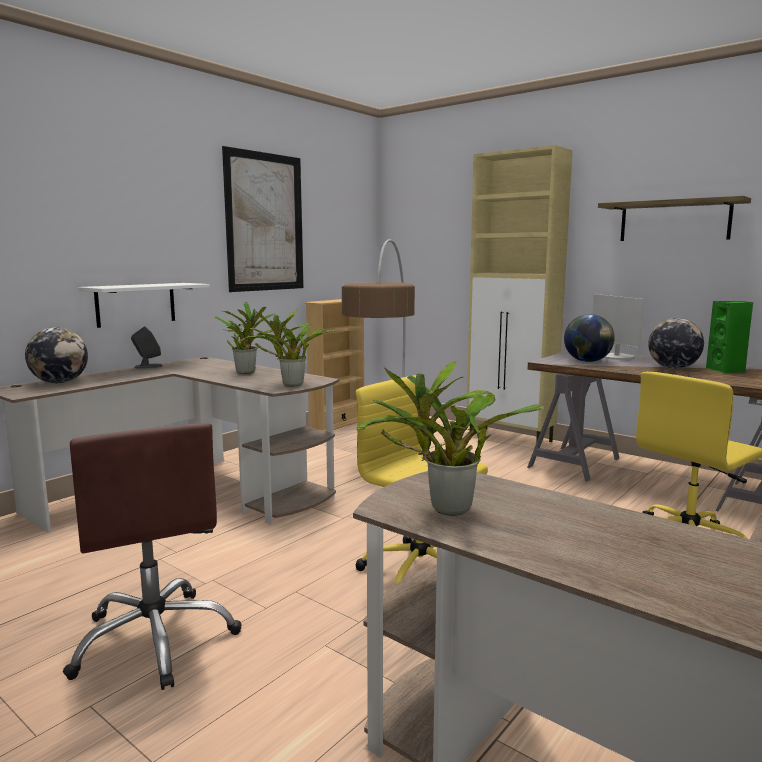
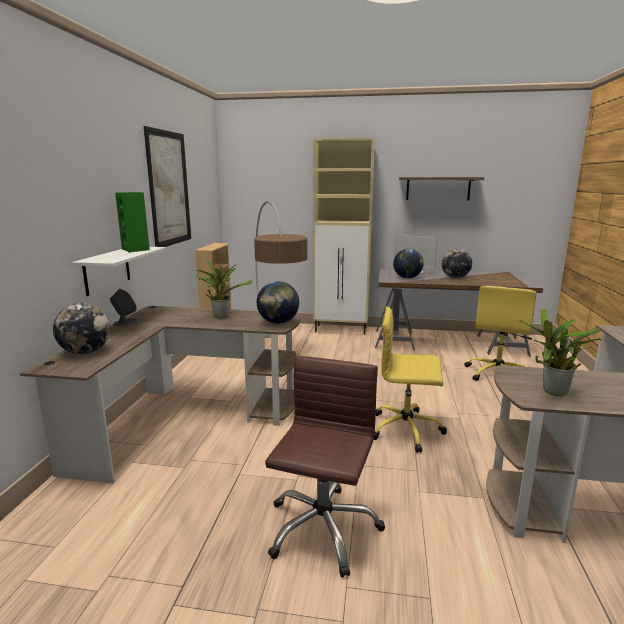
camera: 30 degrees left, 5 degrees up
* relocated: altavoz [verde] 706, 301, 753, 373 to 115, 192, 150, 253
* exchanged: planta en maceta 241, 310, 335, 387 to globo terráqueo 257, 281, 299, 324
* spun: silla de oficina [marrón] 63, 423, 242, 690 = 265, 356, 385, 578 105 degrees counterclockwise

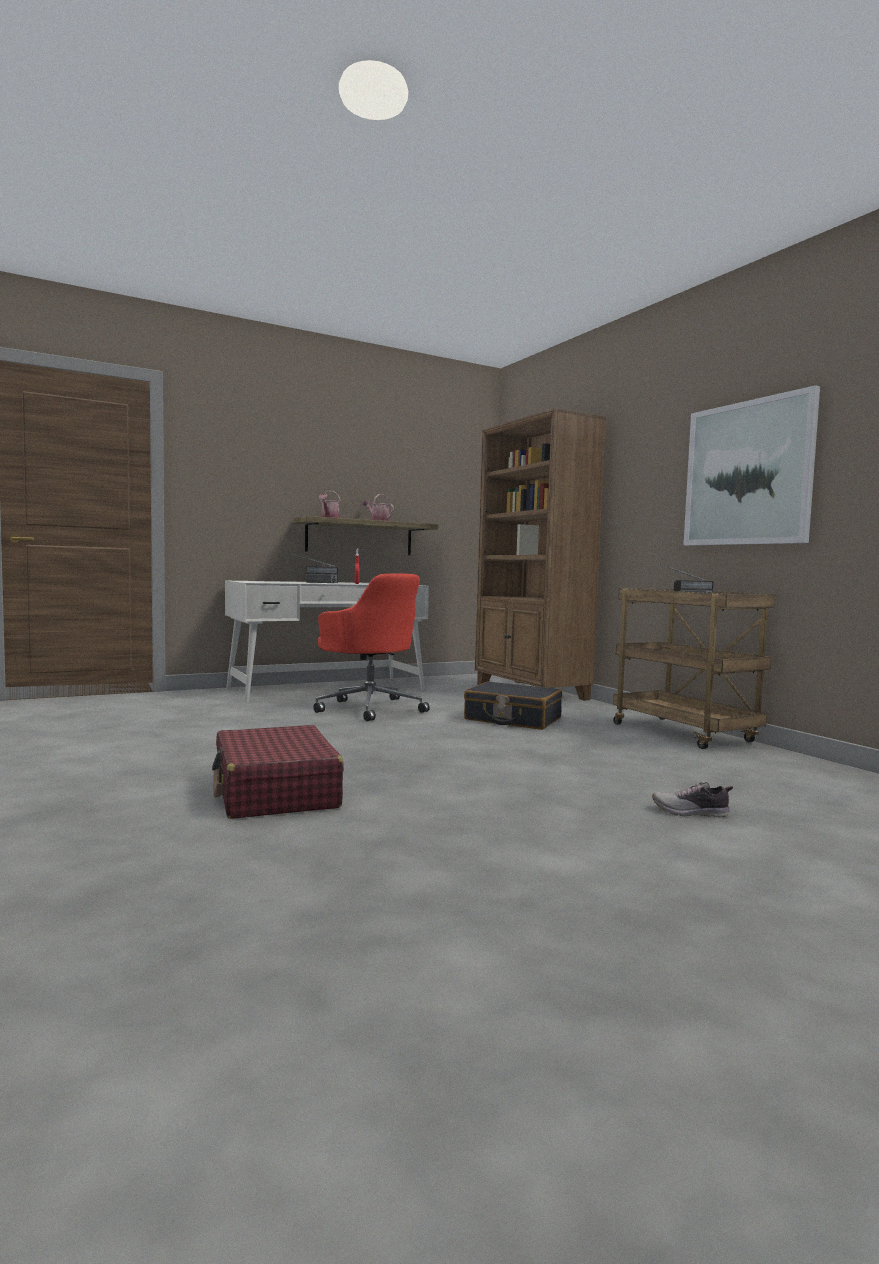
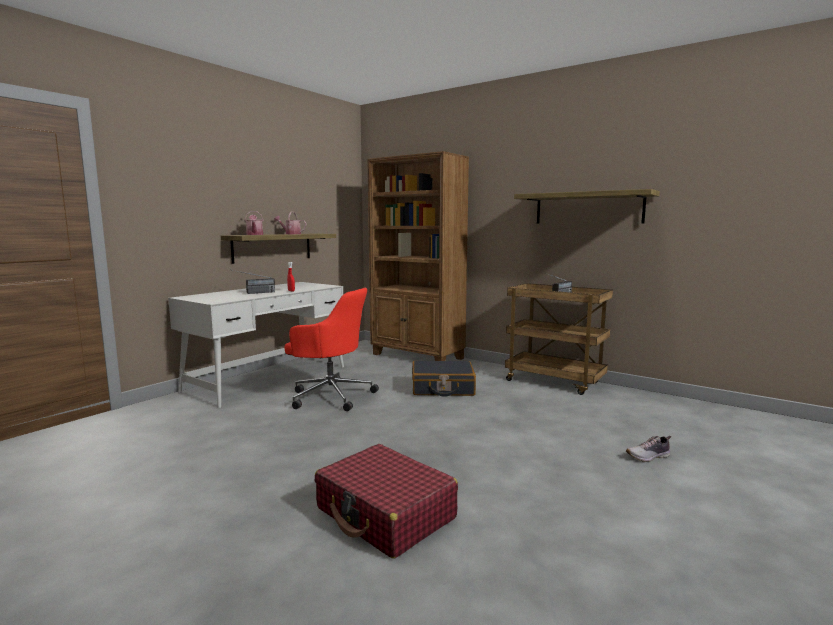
camera: 25 degrees left, 5 degrees up
* exchanged: cuadro 683, 385, 820, 546 to estante 514, 189, 660, 224

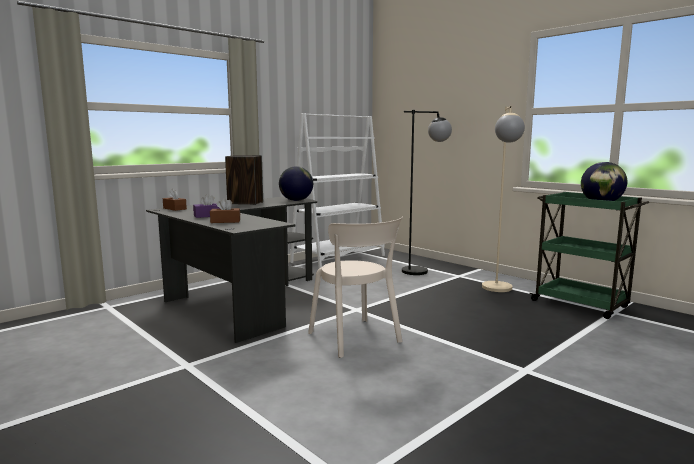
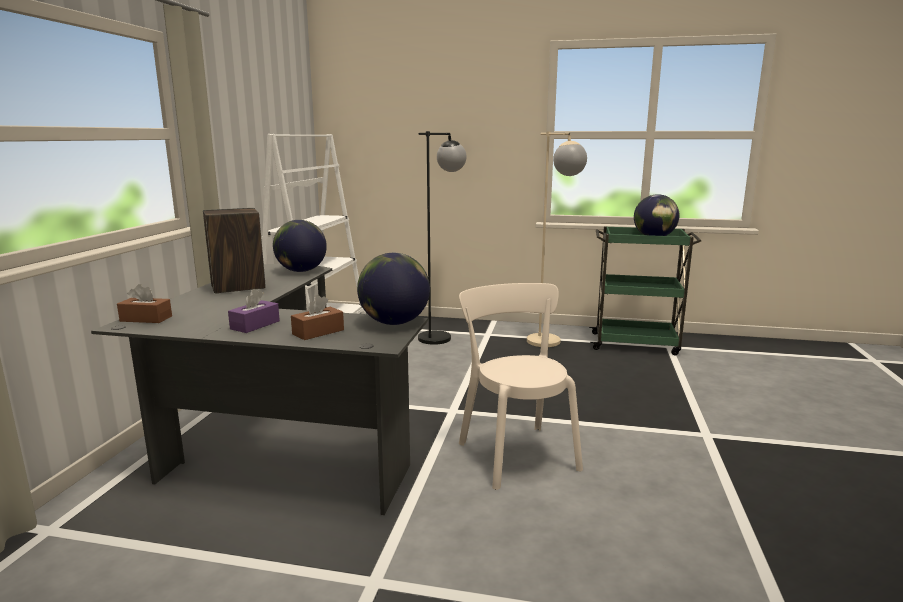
camera: 35 degrees left, 5 degrees up
* spun: silla [beis] 308, 216, 403, 358 = 459, 283, 583, 490 135 degrees counterclockwise
* appeared: globo terráqueo 357, 253, 430, 325

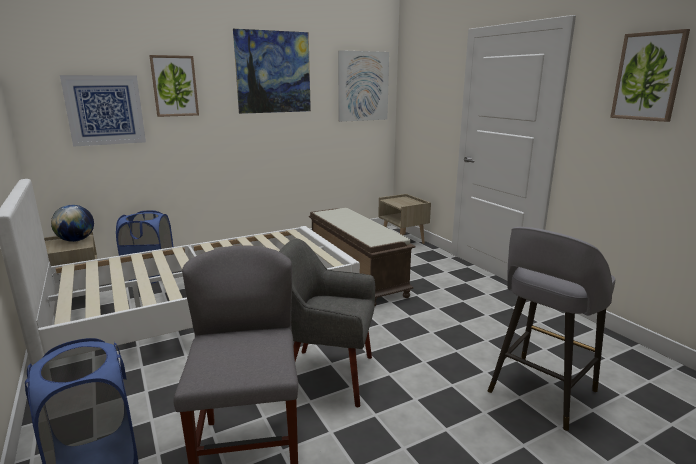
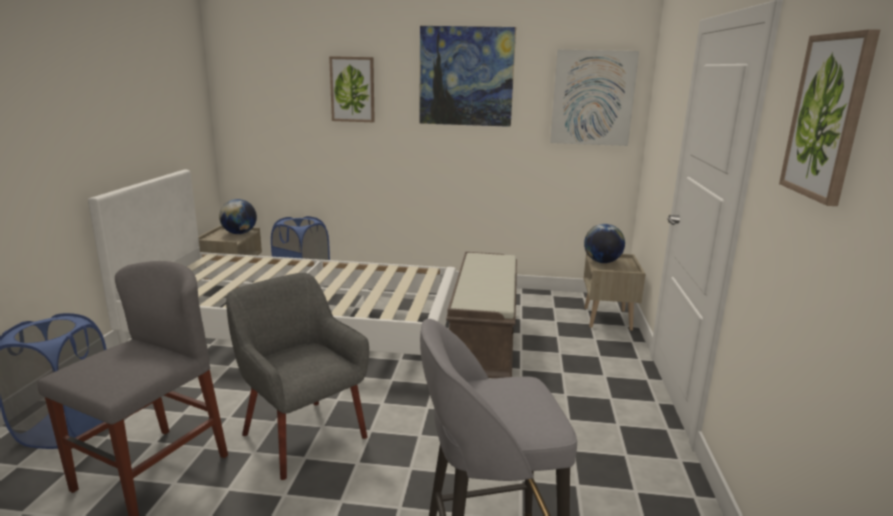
camera: 35 degrees right, 0 degrees up
* missing: cuadro 60, 75, 146, 147
* appeared: globo terráqueo 584, 224, 625, 263

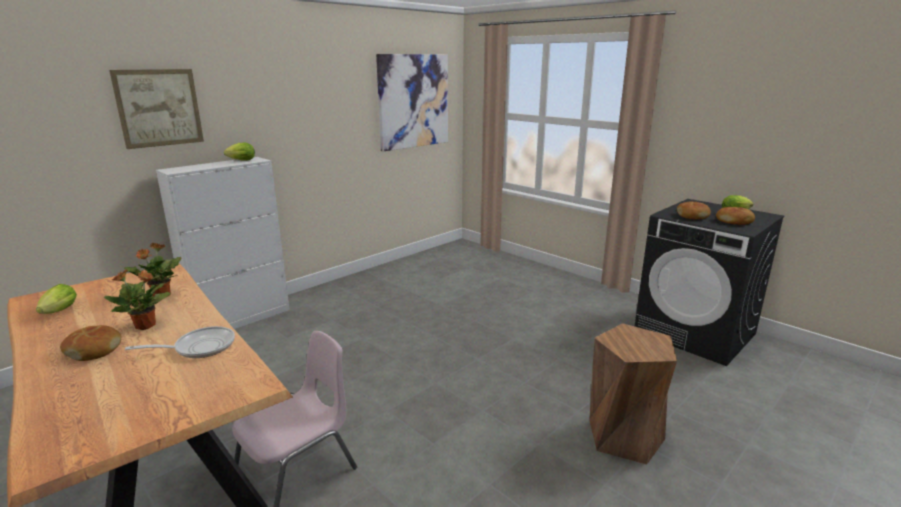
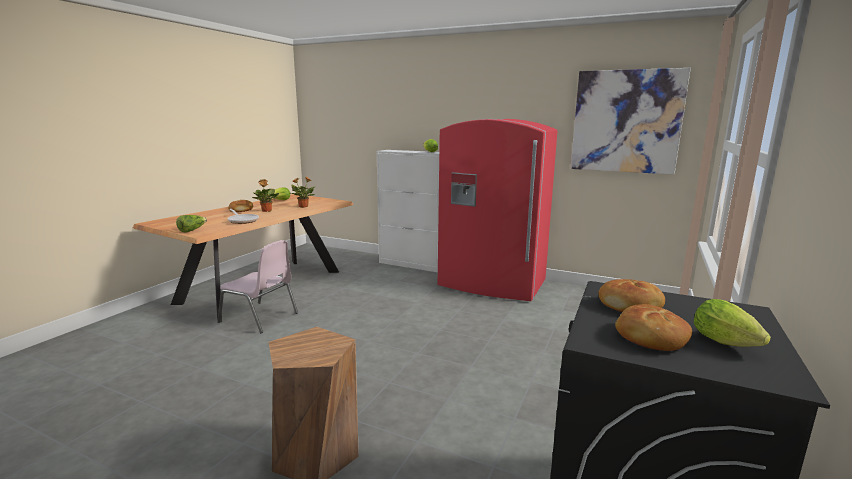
camera: 70 degrees right, 5 degrees down
* missing: cuadro 109, 69, 204, 149
* appeared: nevera [rojo] 438, 119, 558, 301
* appeared: lechuga 176, 215, 207, 233

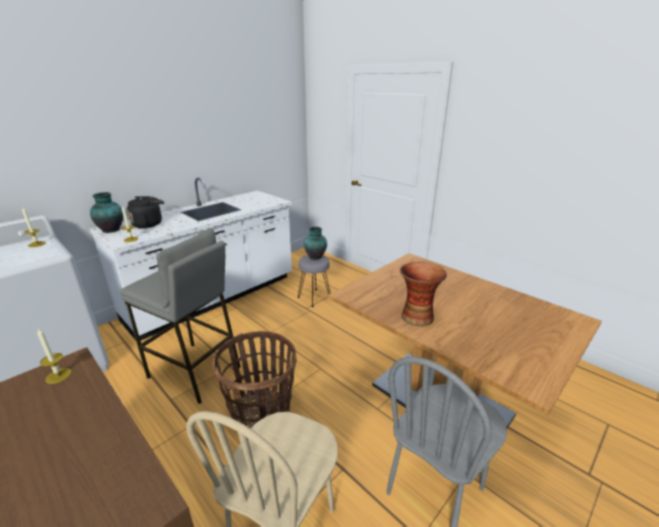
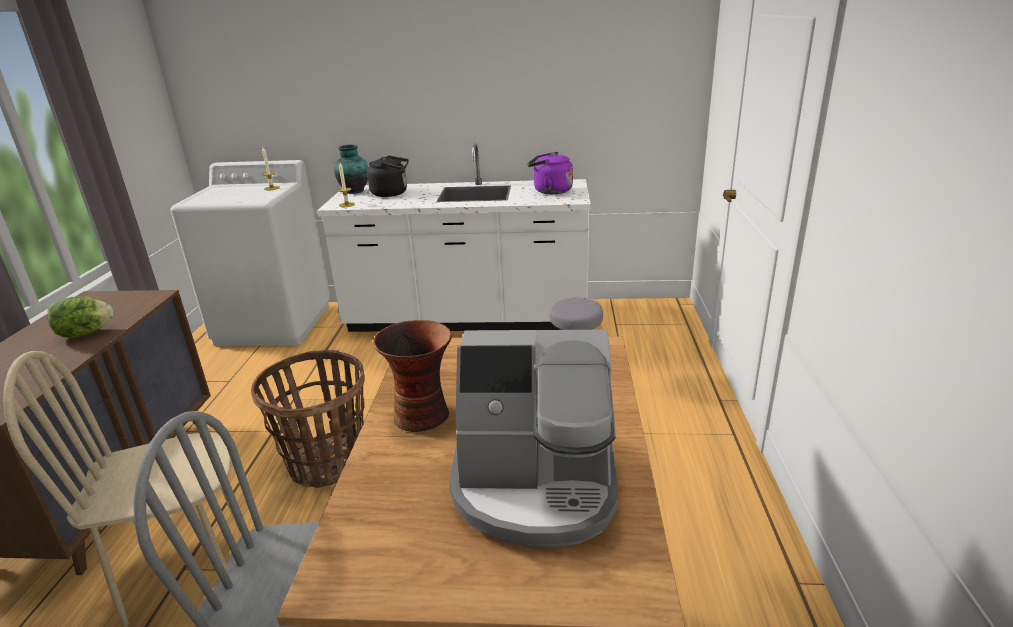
camera: 50 degrees right, 0 degrees up
* missing: florero 304, 226, 327, 260
* missing: taburete [gris] 120, 228, 241, 404
* missing: vela 37, 328, 72, 384
* appeared: hervidor [morado] 527, 152, 573, 194
* appeared: lechuga 47, 296, 114, 338
* appeared: cafetera 449, 330, 618, 547

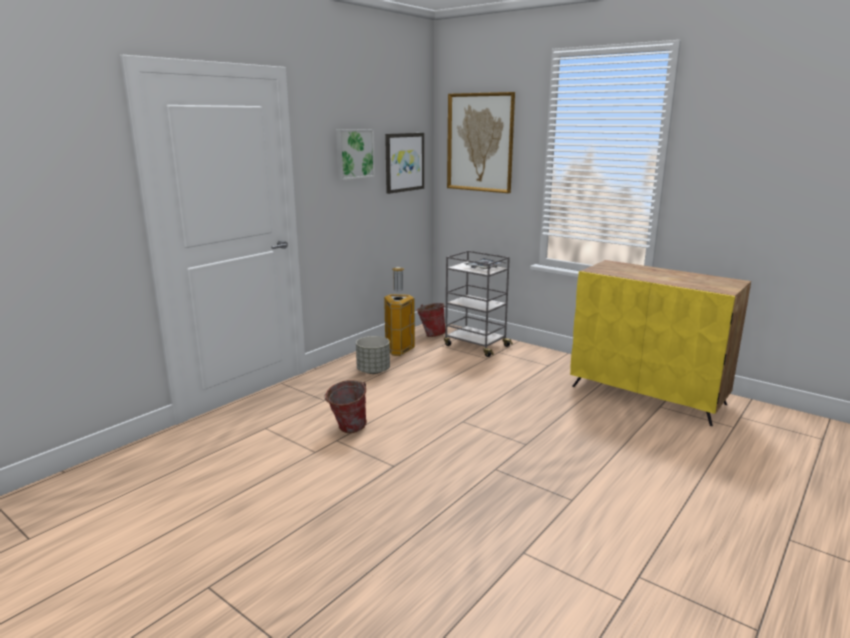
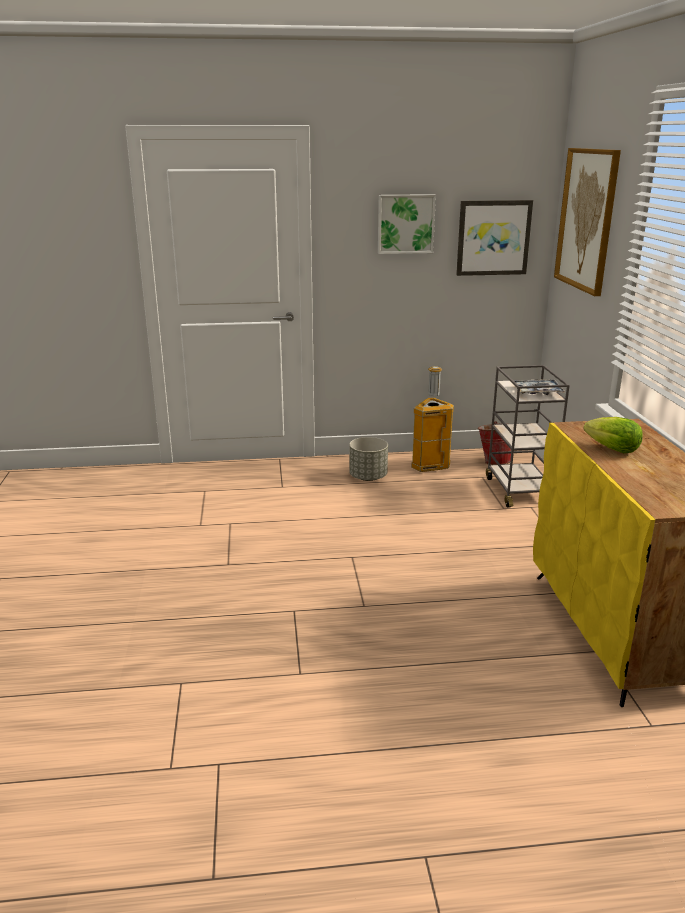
camera: 45 degrees right, 5 degrees up
* missing: cubo 324, 380, 367, 433
* appeared: lechuga 584, 417, 643, 453

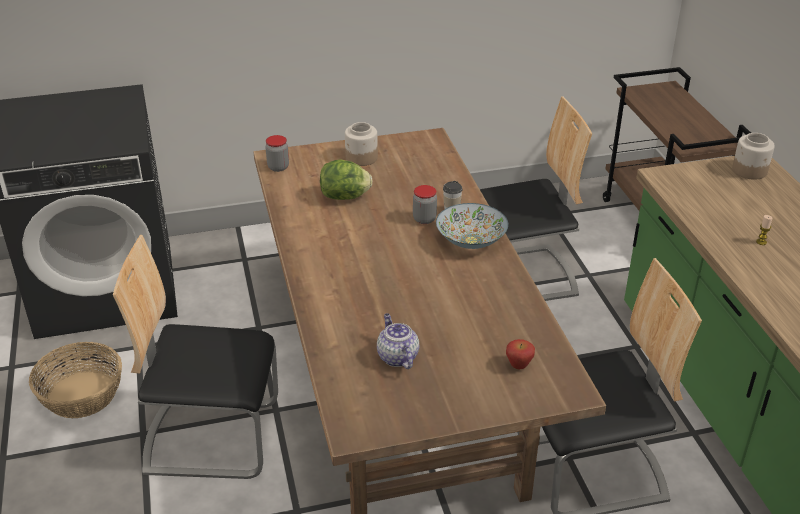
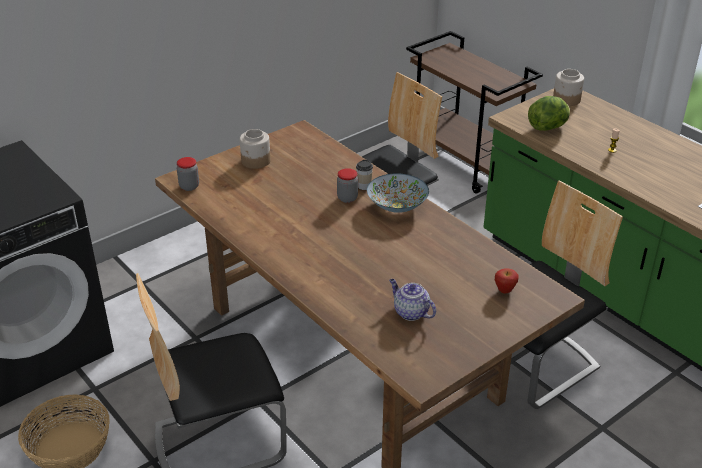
camera: 25 degrees left, 0 degrees up
* relocated: lechuga 320, 159, 372, 200 to 528, 96, 570, 131

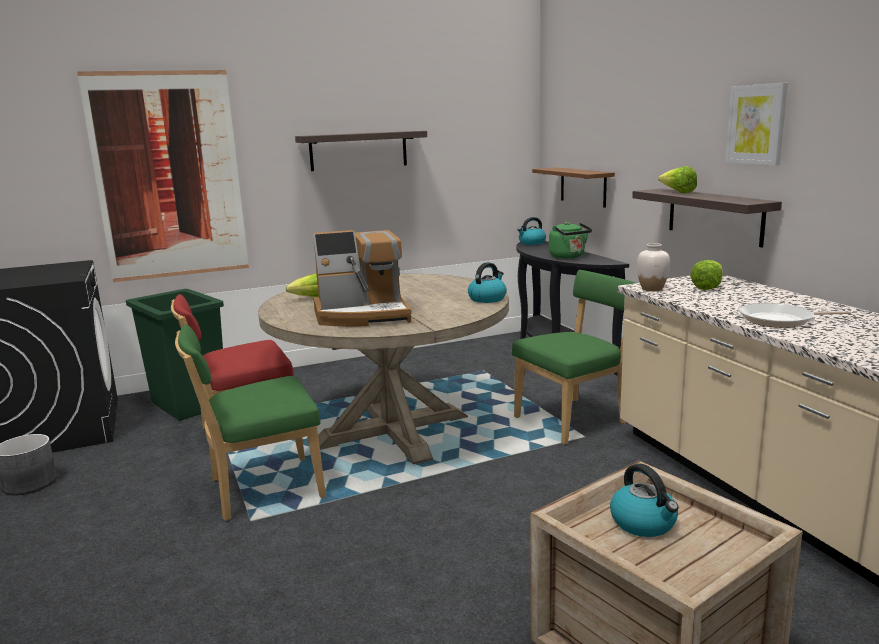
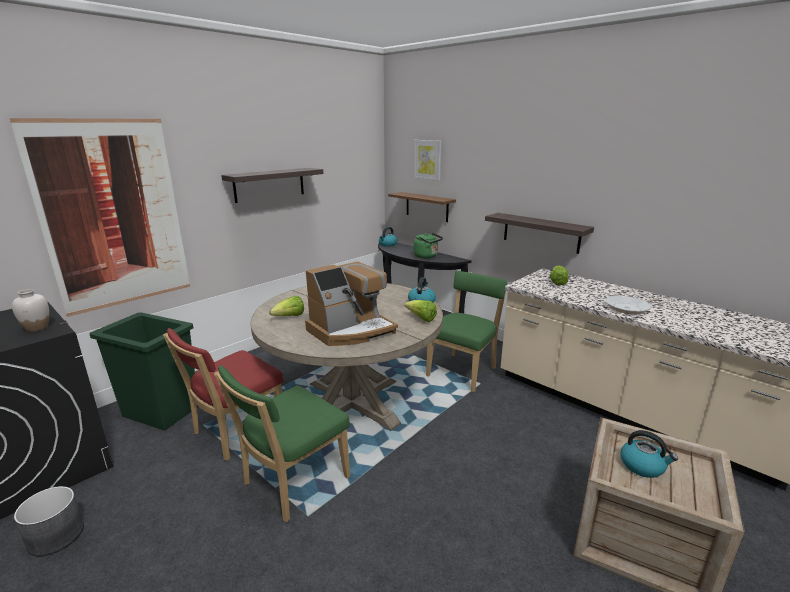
camera: 25 degrees left, 5 degrees up
* relocated: cuadro 725, 83, 788, 165 to 414, 140, 441, 181
* relocated: lechuga 658, 166, 697, 193 to 404, 300, 437, 322
* relocated: florero [blanco] 637, 243, 670, 291 to 12, 289, 49, 332

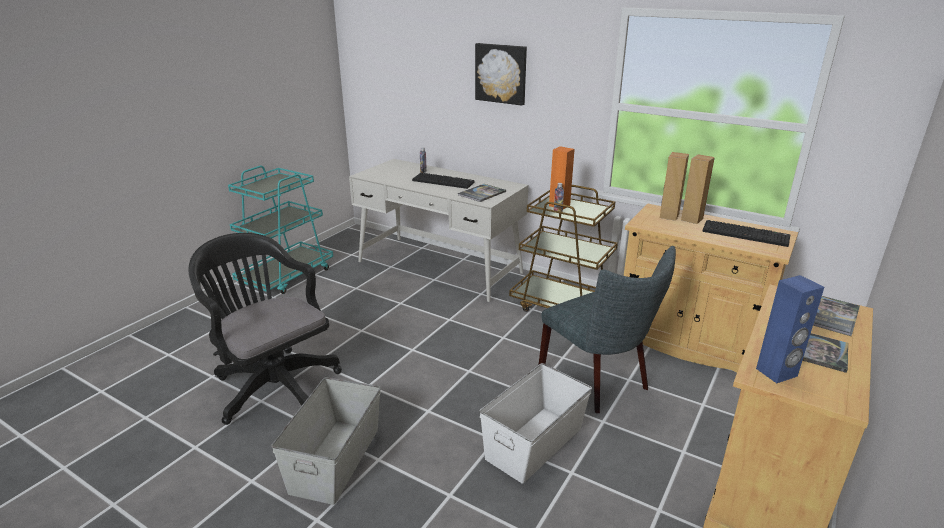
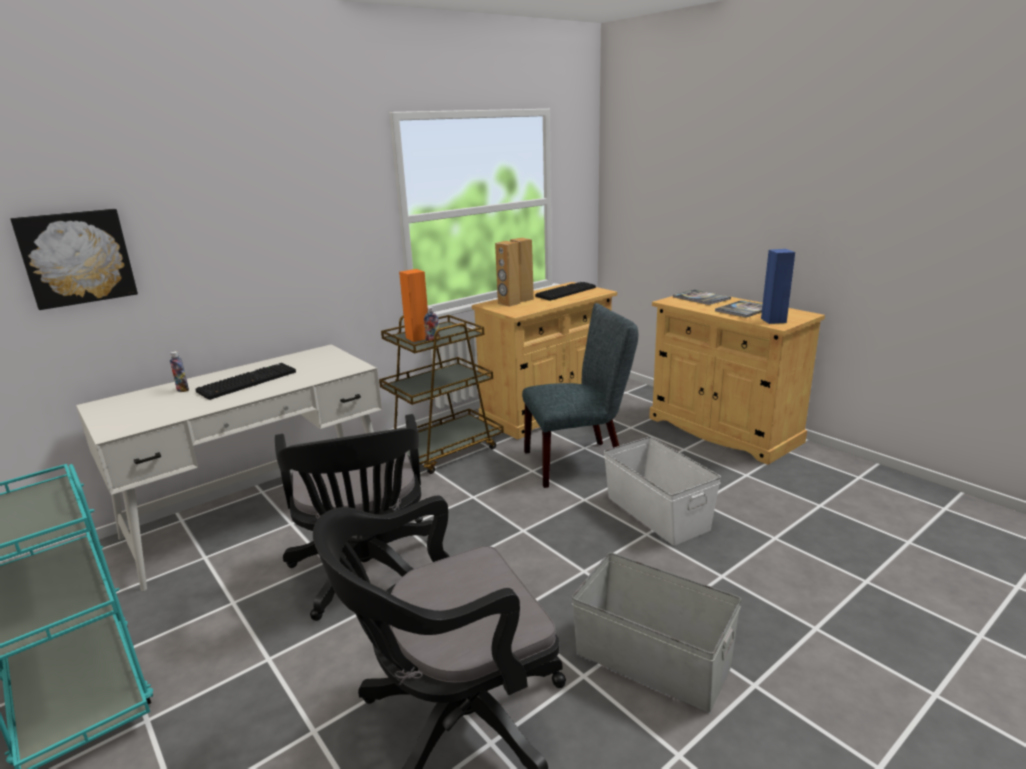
camera: 70 degrees left, 5 degrees down
* relocated: cuadro 475, 43, 527, 106 to 10, 209, 138, 310
* missing: libro 458, 184, 506, 202
* appeared: silla de oficina [negro] 275, 414, 433, 621

